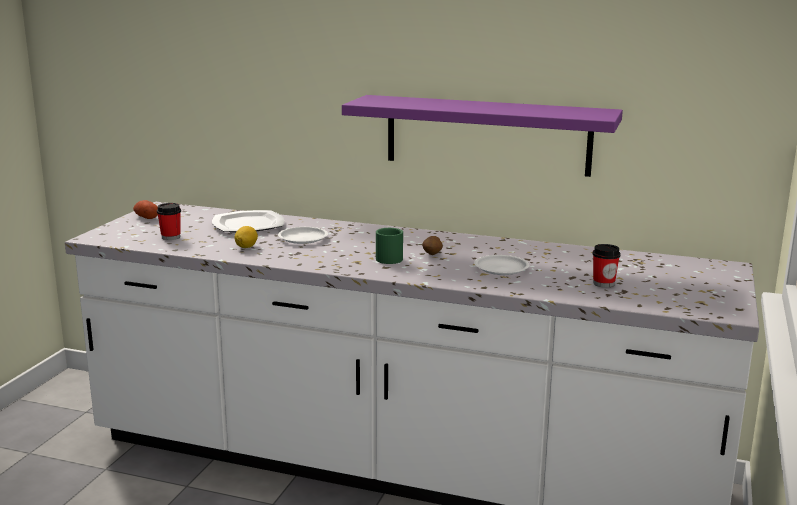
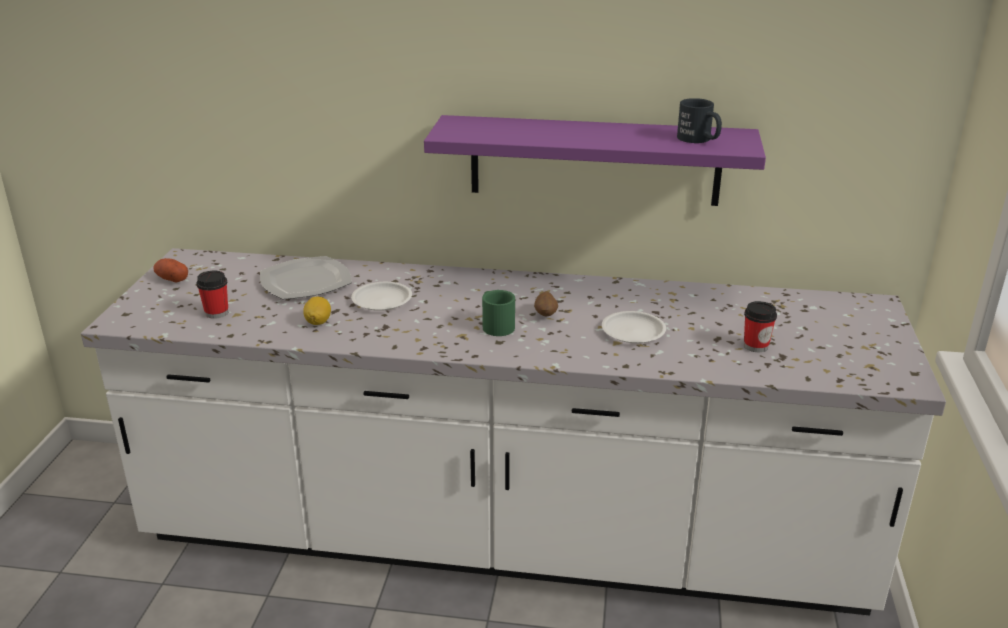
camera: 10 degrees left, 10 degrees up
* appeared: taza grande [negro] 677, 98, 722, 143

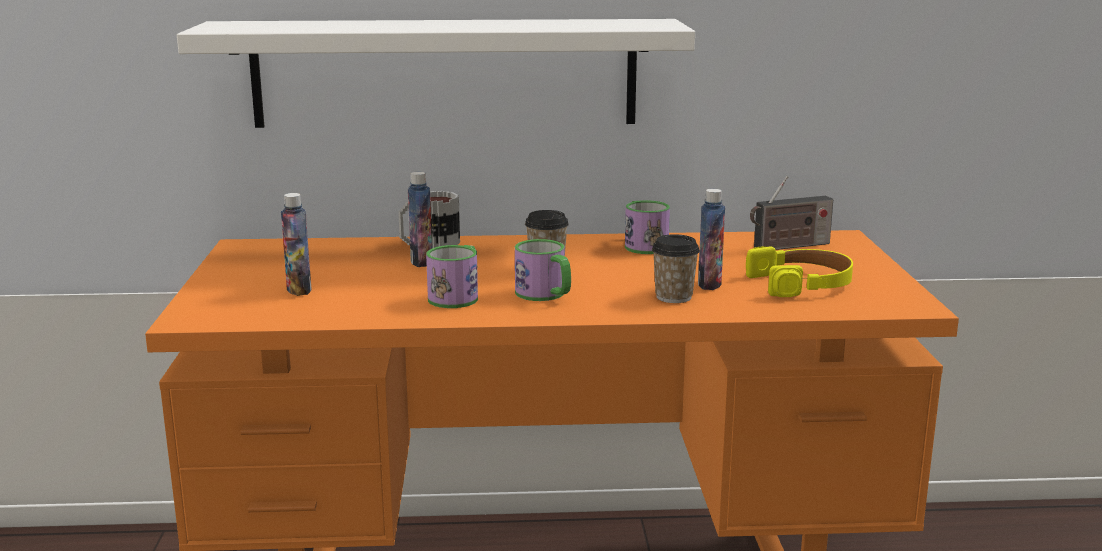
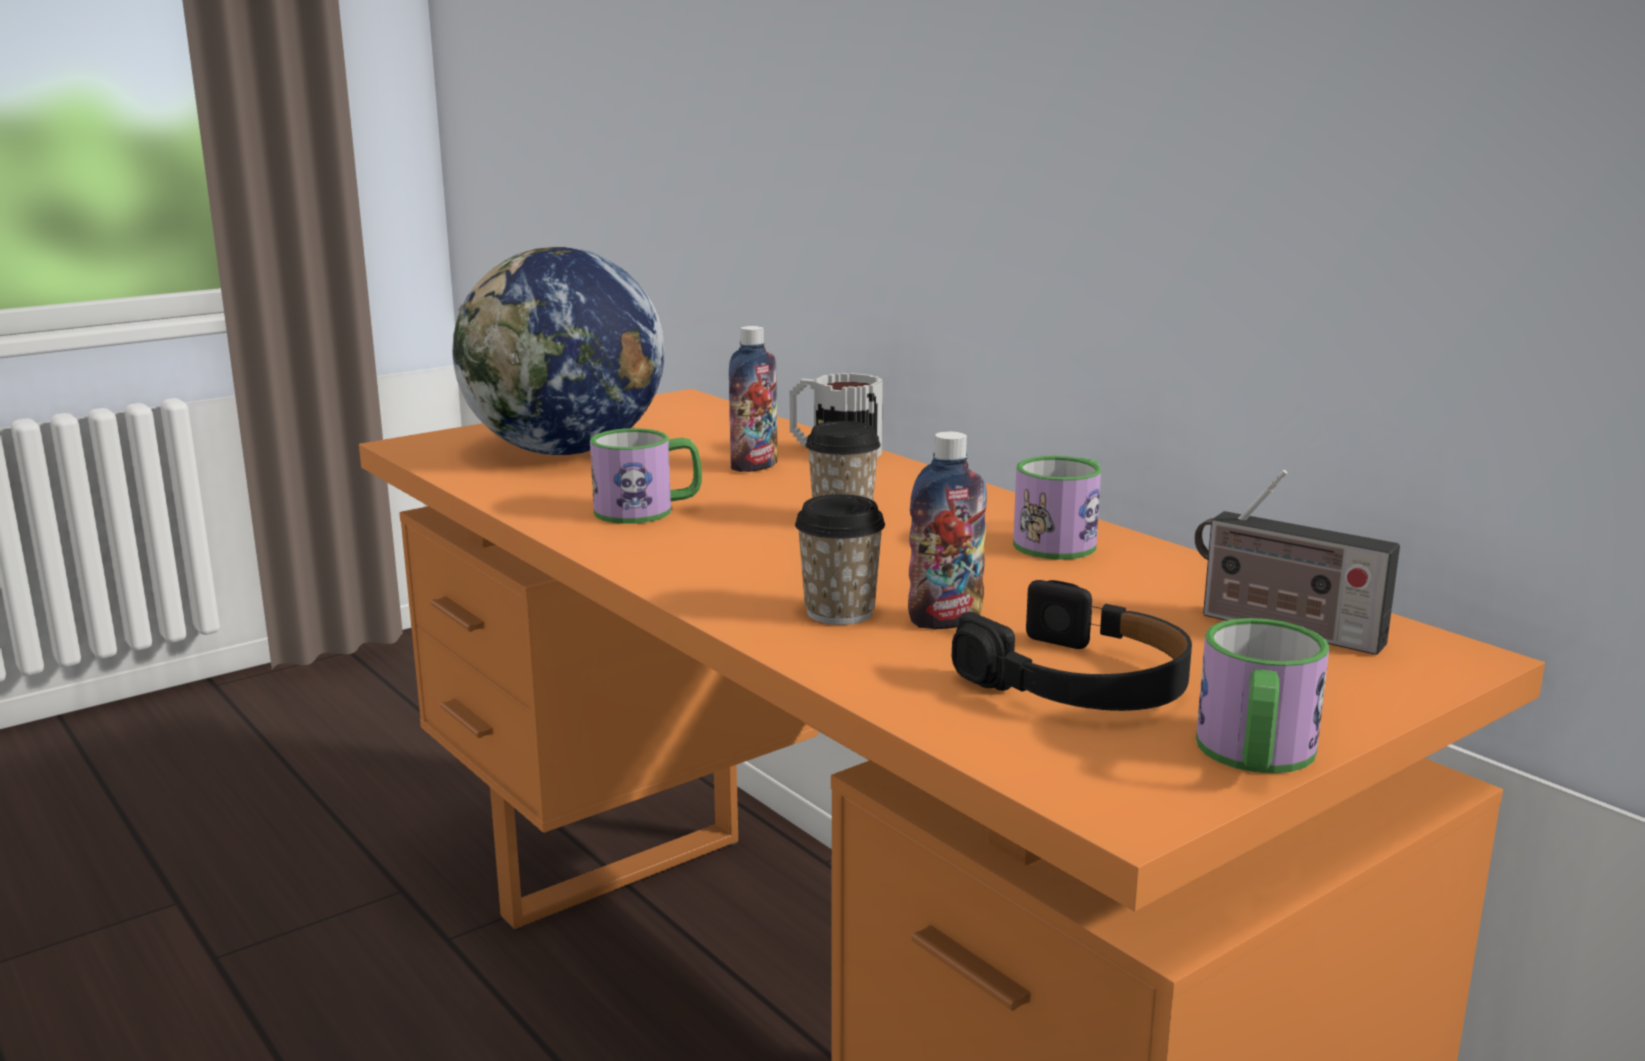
camera: 55 degrees right, 0 degrees up
* missing: estante [blanco] 177, 19, 695, 128
* exchanged: botella 281, 193, 312, 296 to globo terráqueo 452, 247, 664, 455
* relocated: taza grande 515, 239, 571, 301 to 1196, 618, 1329, 774
* colour: auriculares [amarillo] 746, 246, 853, 297 to auriculares [negro] 952, 580, 1192, 711

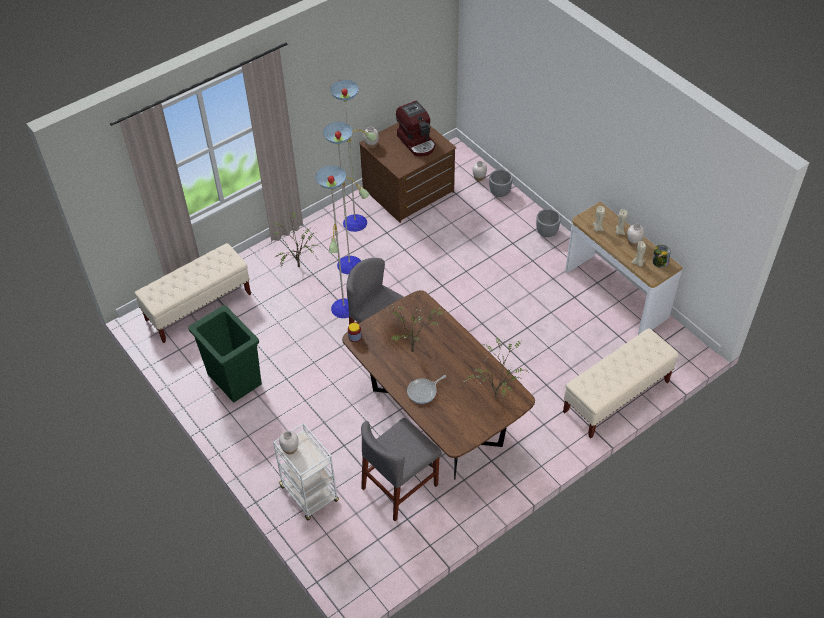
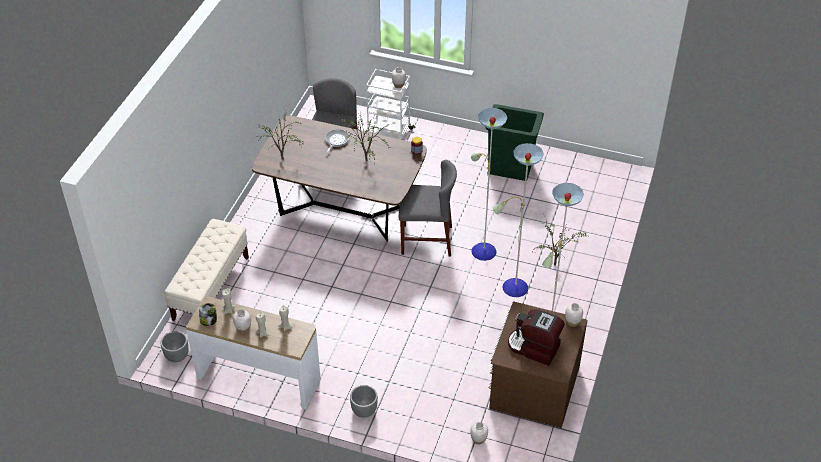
camera: 145 degrees right, 5 degrees down
* relocated: maceta [gris] 489, 169, 513, 197 to 161, 331, 189, 362
* missing: banco [beis] 135, 243, 251, 343

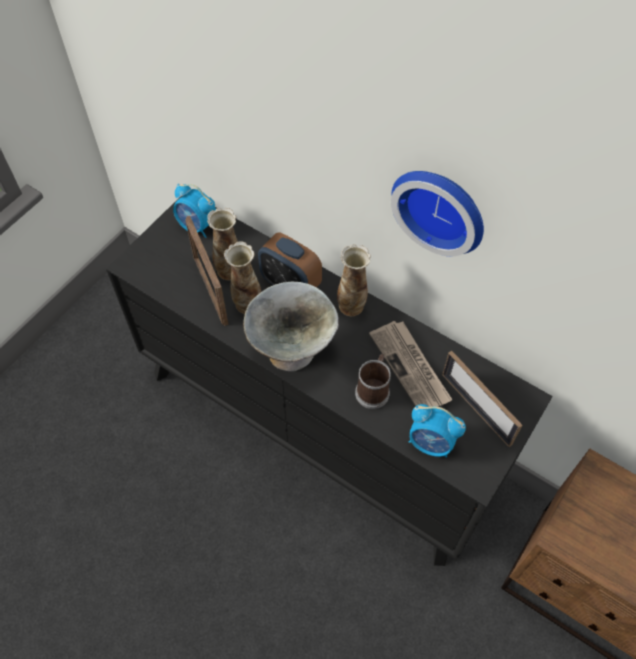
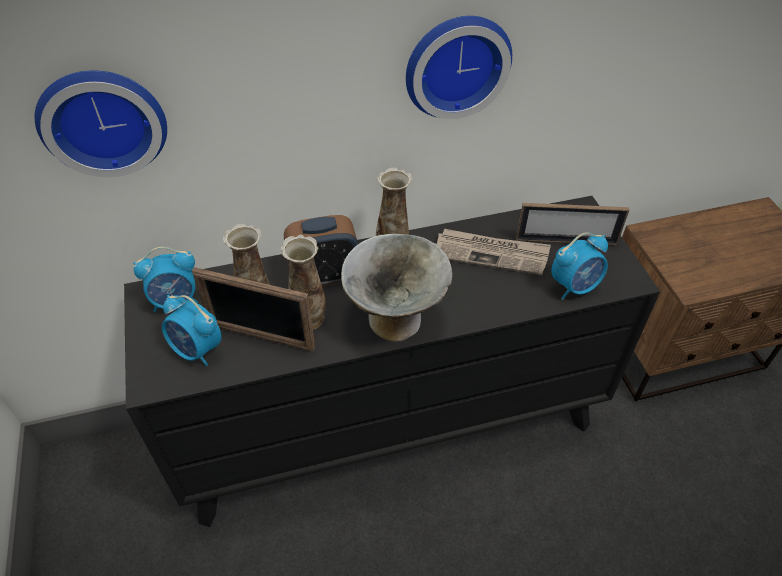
camera: 50 degrees left, 10 degrees down
* missing: taza grande 355, 354, 391, 409
* appeared: reloj de pared 34, 70, 167, 177
* appeared: despertador 162, 295, 221, 366

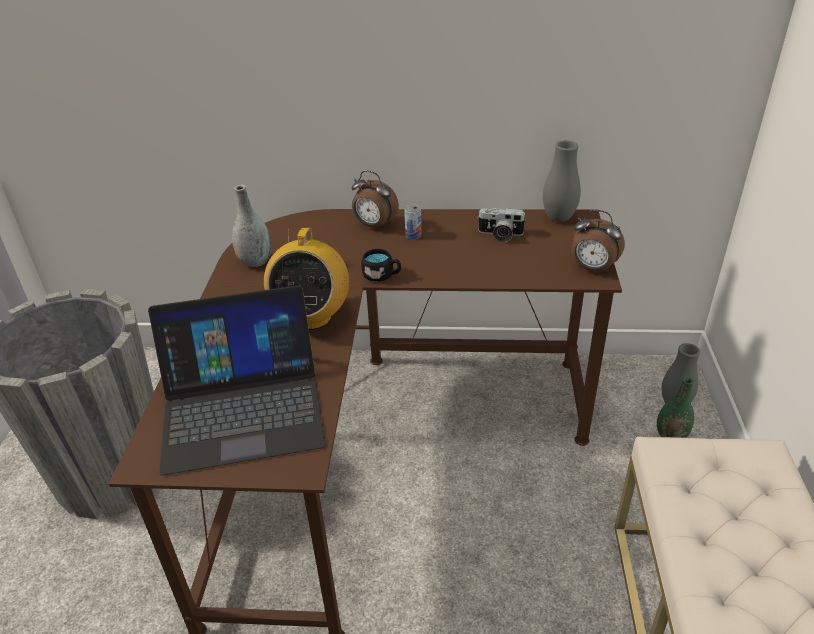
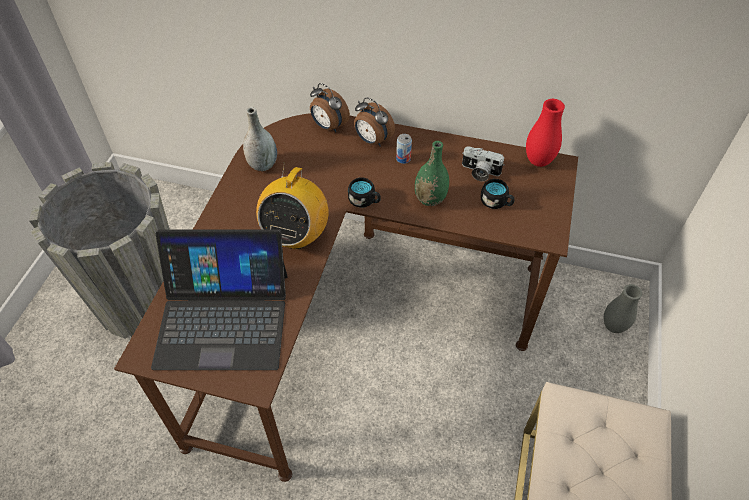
camera: 10 degrees right, 15 degrees up
* colour: florero [gris] 543, 140, 581, 222 to florero [rojo] 526, 99, 565, 167
* relocated: despertador 572, 210, 625, 273 to 310, 83, 350, 132
* relocated: florero [verde] 656, 377, 694, 438 to 415, 141, 449, 206
* appeared: taza grande [negro] 481, 179, 514, 209

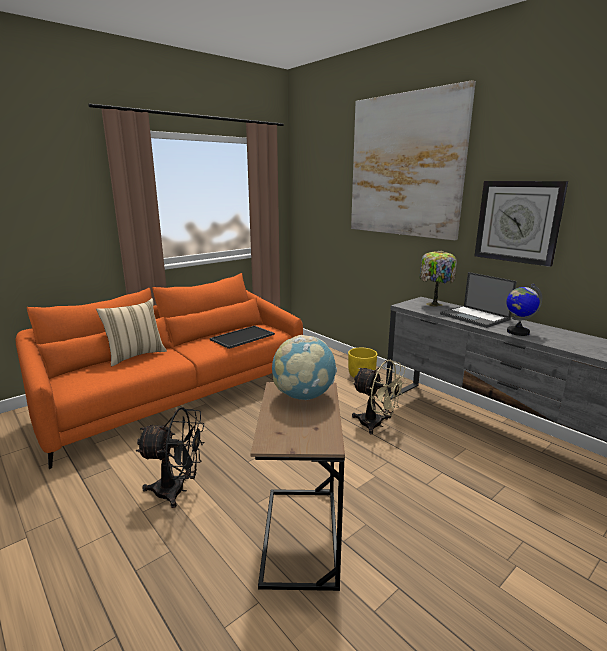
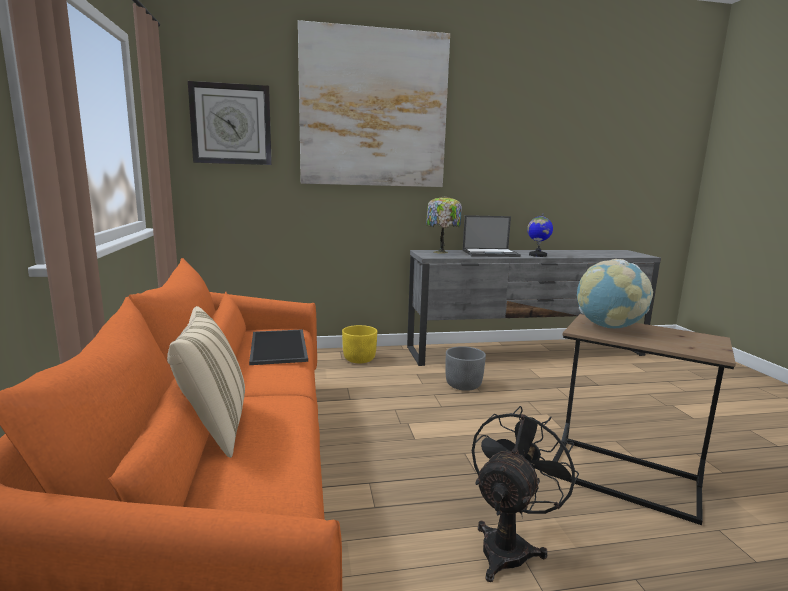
camera: 60 degrees left, 5 degrees down
* relocated: reloj de pared 474, 181, 568, 267 to 188, 81, 272, 165
* exchanged: ventilador [beis] 352, 360, 407, 434 to maceta [gris] 445, 346, 486, 391

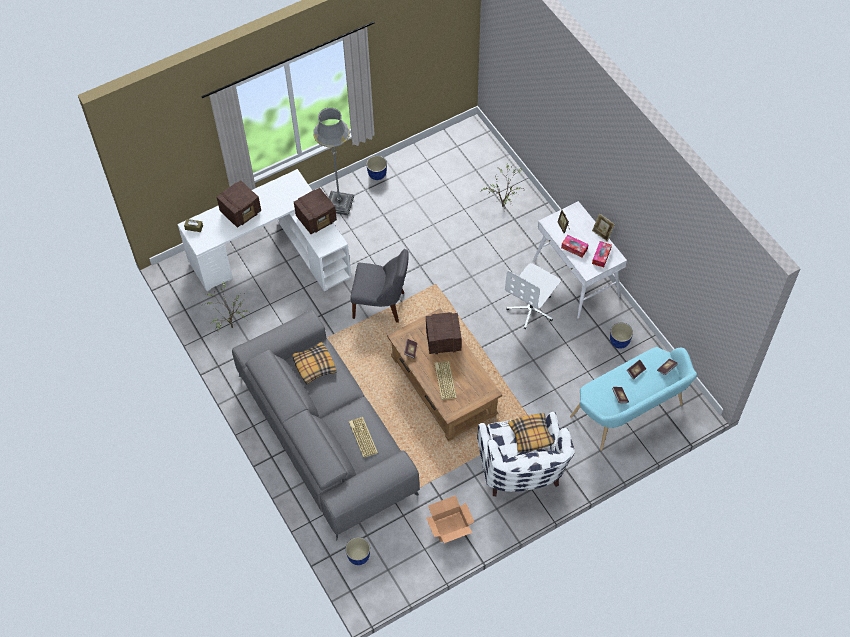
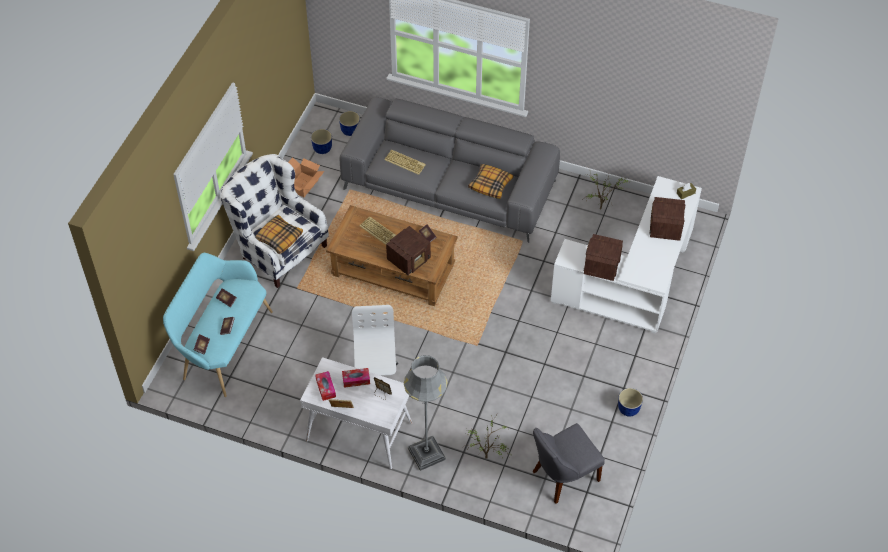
camera: 140 degrees right, 5 degrees down
* relocated: lámpara de pie [gris] 313, 108, 354, 215 to 404, 355, 447, 471
* relocated: silla [gris] 350, 249, 409, 323 to 533, 423, 605, 504
* relocated: maceta 610, 323, 633, 349 to 311, 129, 332, 154

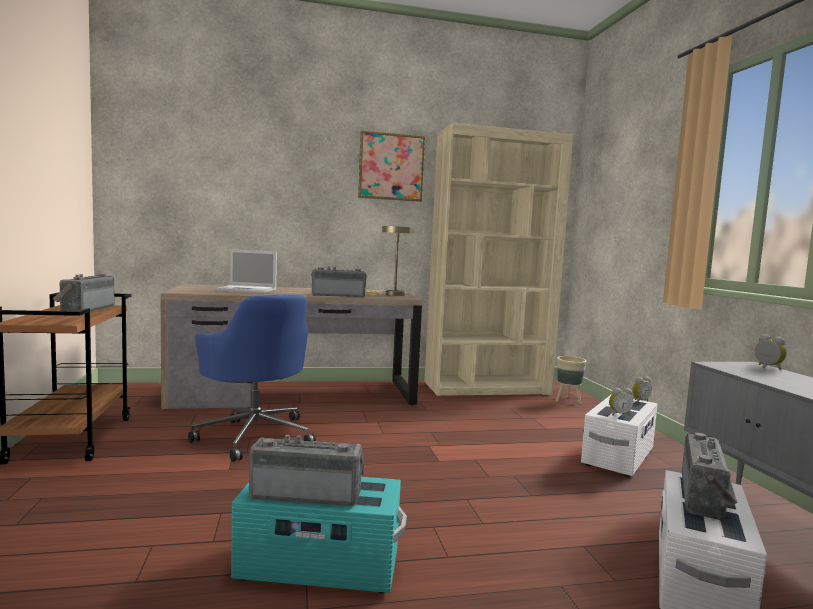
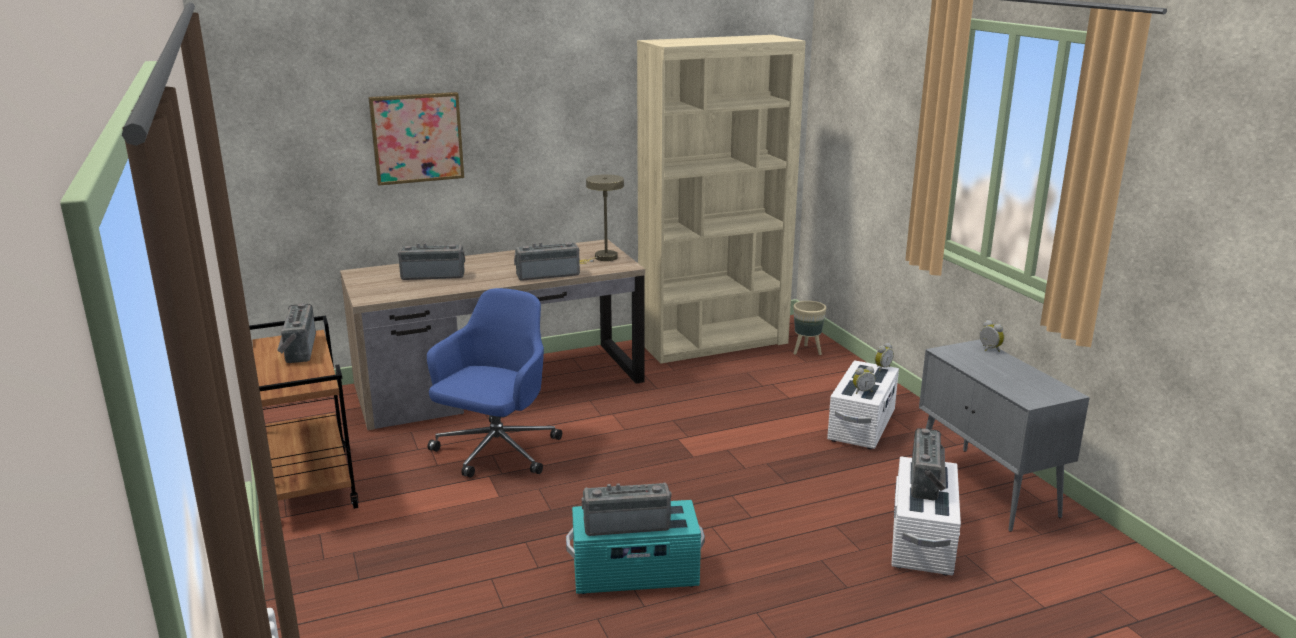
camera: 10 degrees left, 15 degrees up
* relocated: cuadro 358, 130, 425, 202 to 368, 92, 464, 186
* exchanged: portátil 215, 249, 277, 293 to radio 398, 243, 465, 280
* spun: silla de oficina [azul] 188, 294, 316, 462 = 427, 288, 562, 478 105 degrees counterclockwise

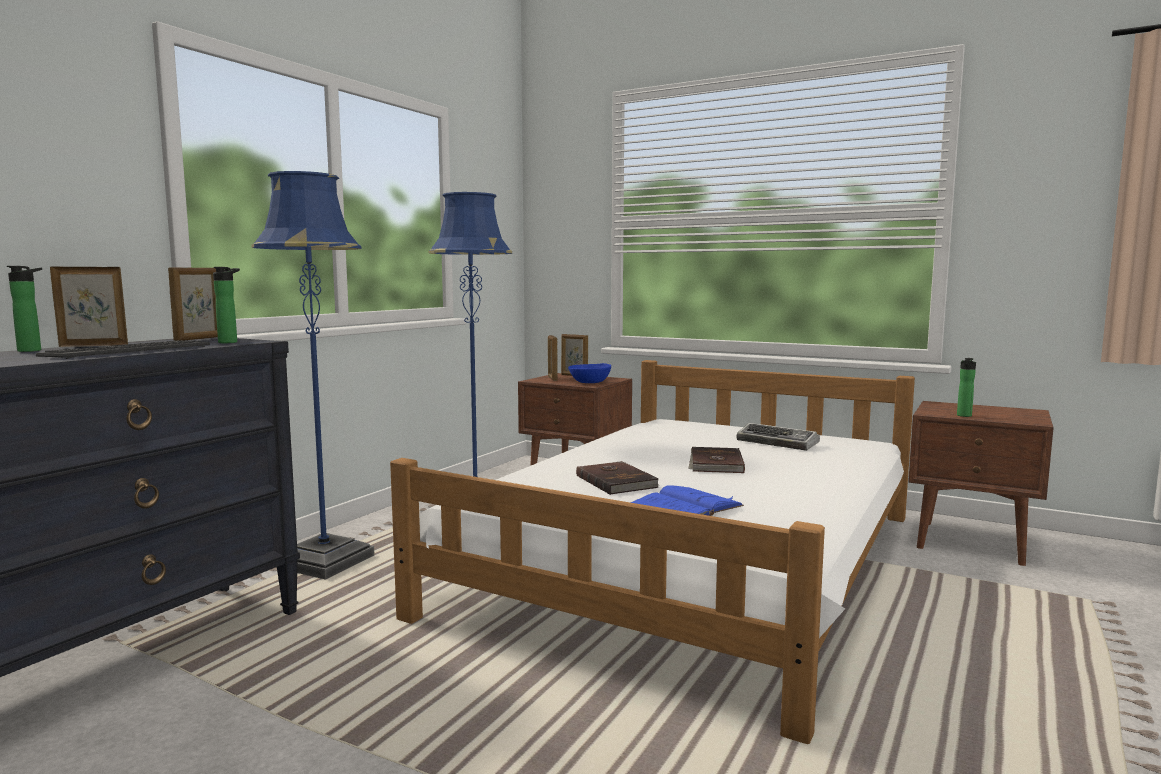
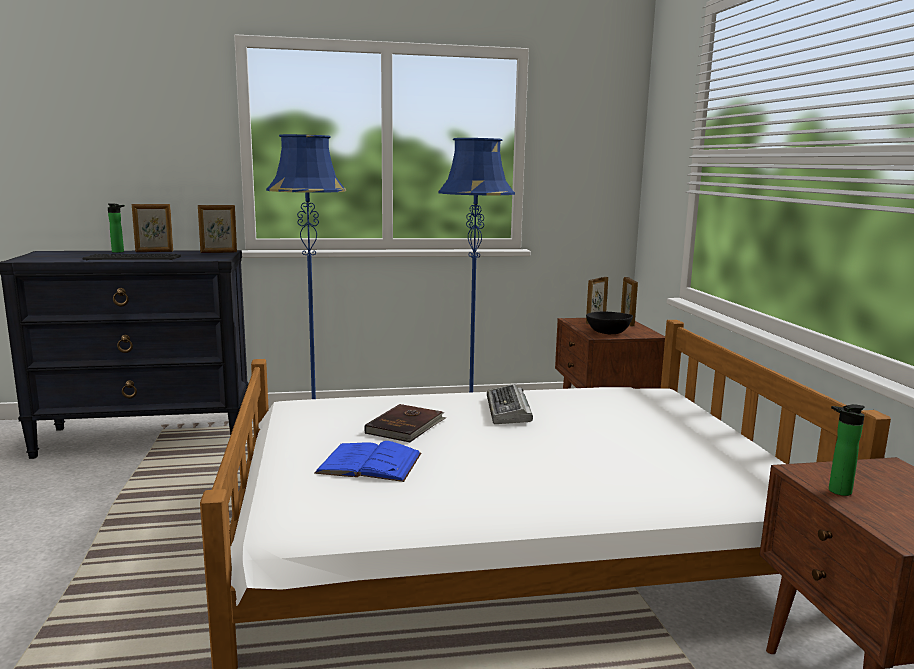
camera: 50 degrees right, 5 degrees up
* spun: portarretratos 50, 267, 128, 347 = 132, 204, 173, 252 135 degrees clockwise
* missing: botella 213, 267, 240, 343
* colour: cuenco [azul] 568, 363, 611, 383 to cuenco [negro] 586, 312, 633, 334
* relocated: teclado 737, 423, 820, 451 to 487, 384, 533, 424
* missing: libro [marrón] 688, 447, 745, 473

